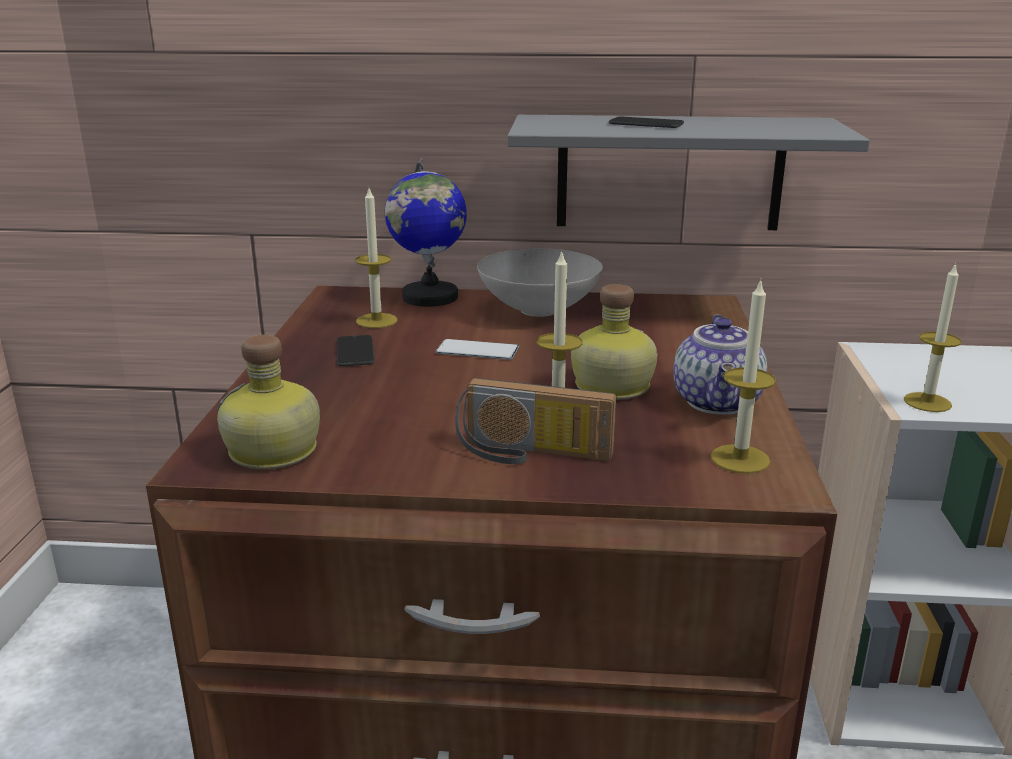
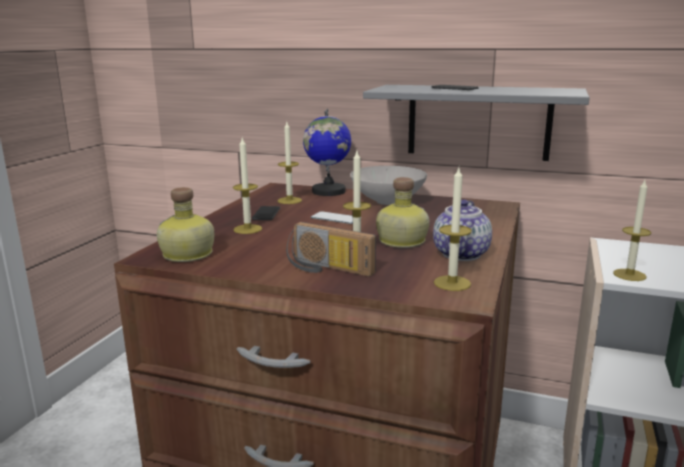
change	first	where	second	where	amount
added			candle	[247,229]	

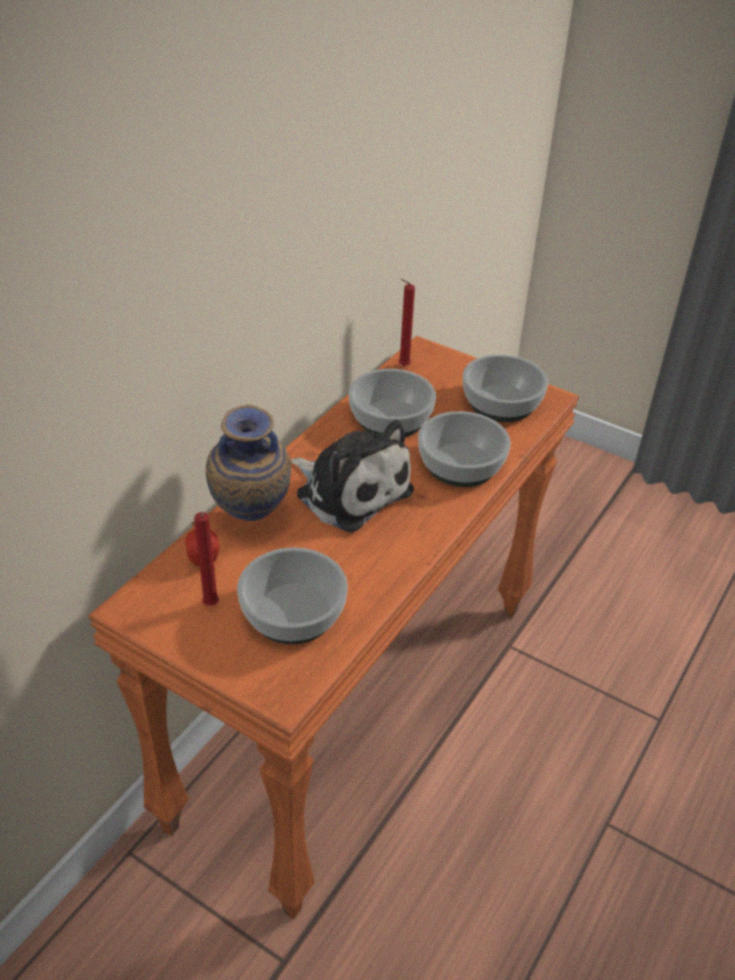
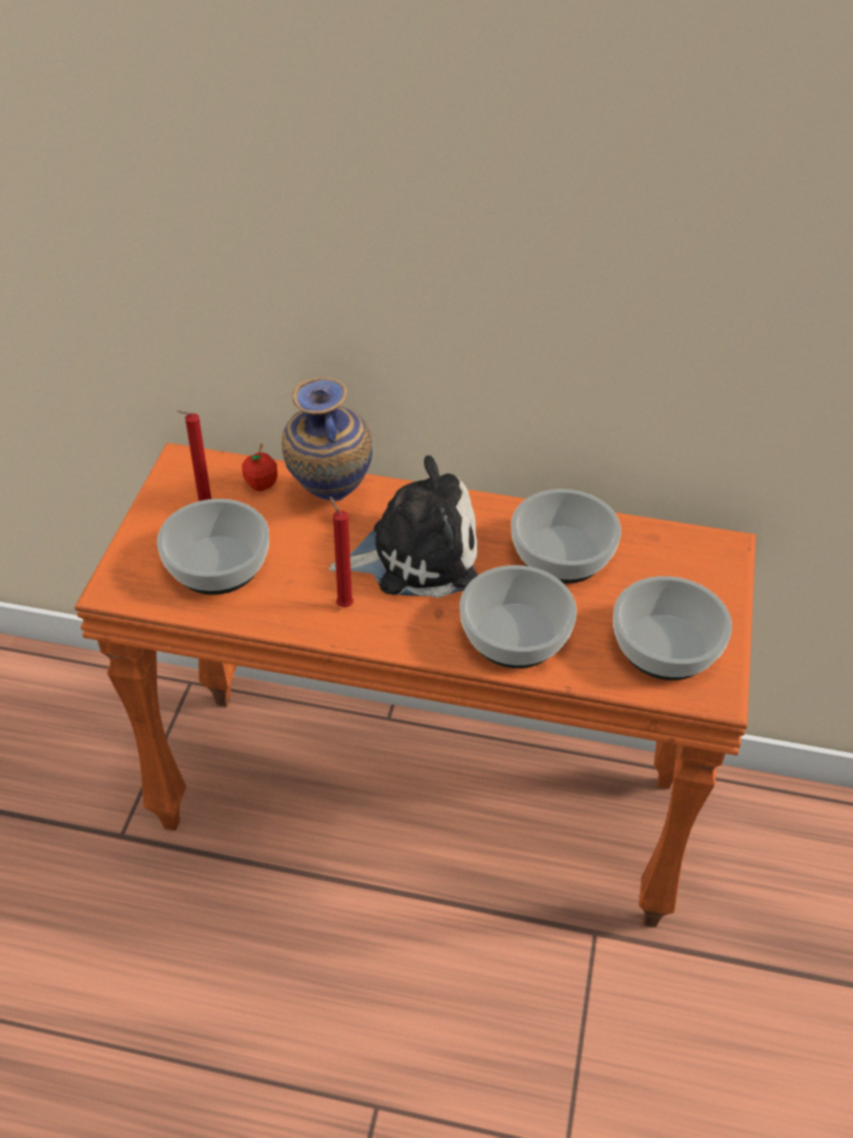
change	first	where	second	where	amount
moved	candle (reddish)	[402,366]		[343,604]	
turned	soft toy	[350,490]		[415,555]	120 degrees counterclockwise

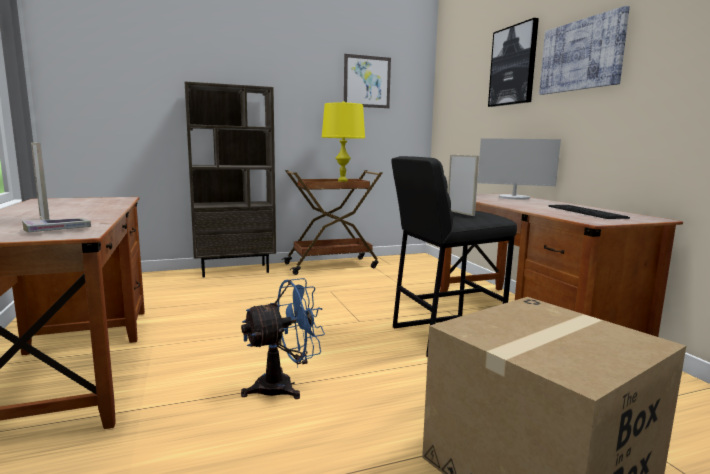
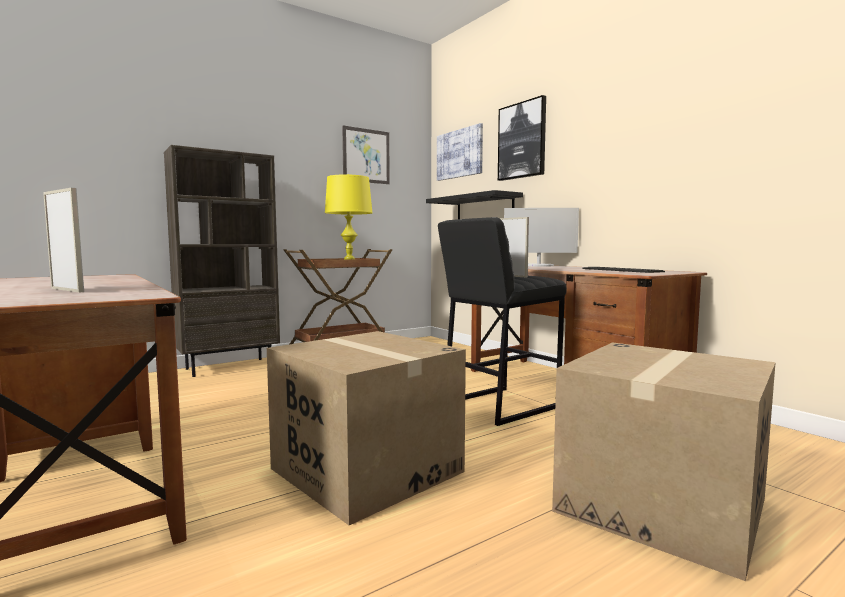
change	first	where	second	where	amount
moved	wall picture	[581,55]		[459,153]	
removed	volume	[57,230]			
replaced	cooling fan (blue-coloured)	[284,386]	carton	[366,470]	
added			shelf (black)	[484,211]	

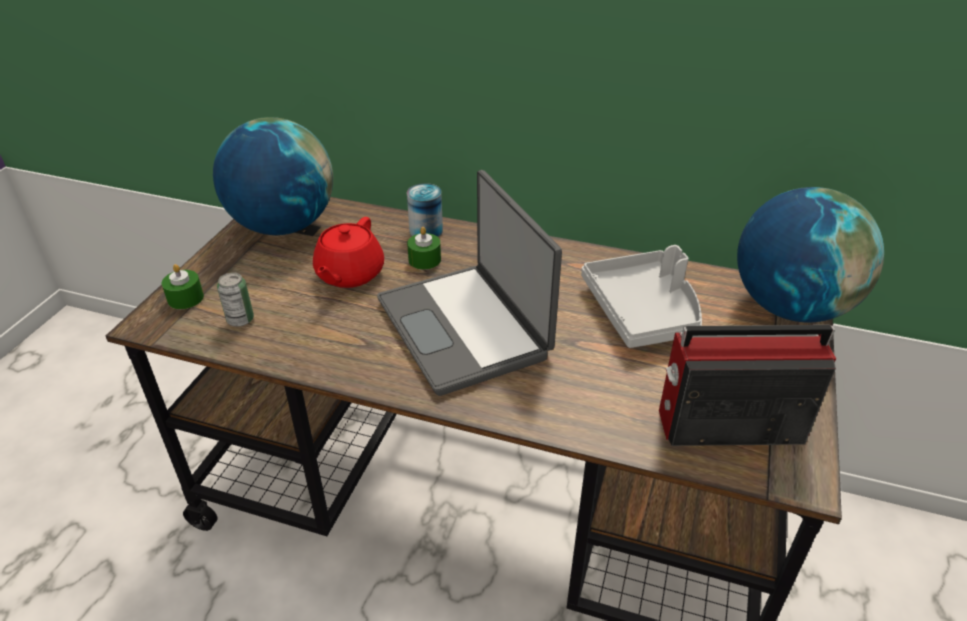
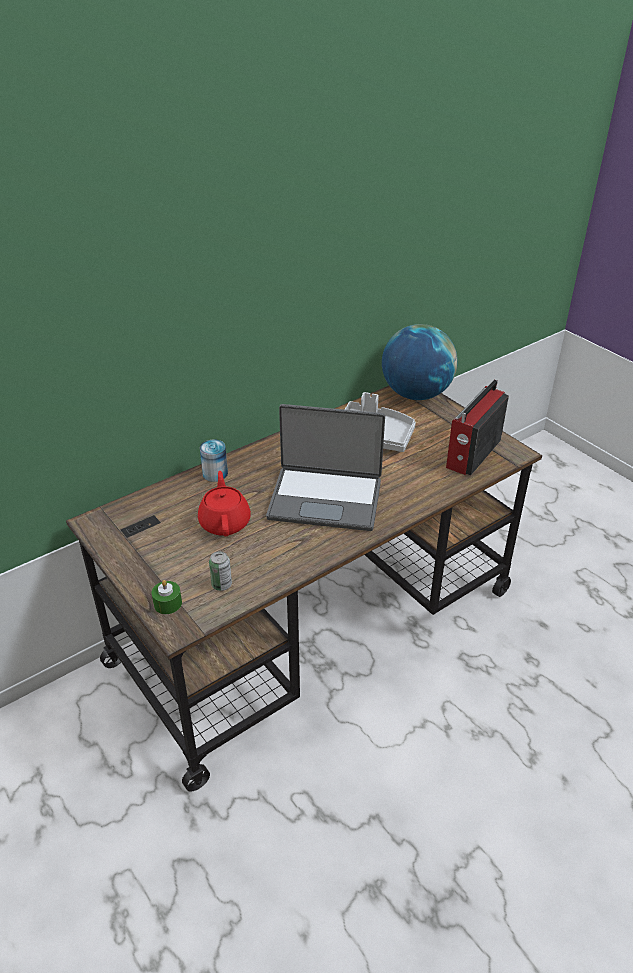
change	first	where	second	where	amount
removed	globe	[283,226]			
turned	tea pot (reddish)	[349,274]		[225,522]	150 degrees counterclockwise
removed	candle (green)	[424,260]			

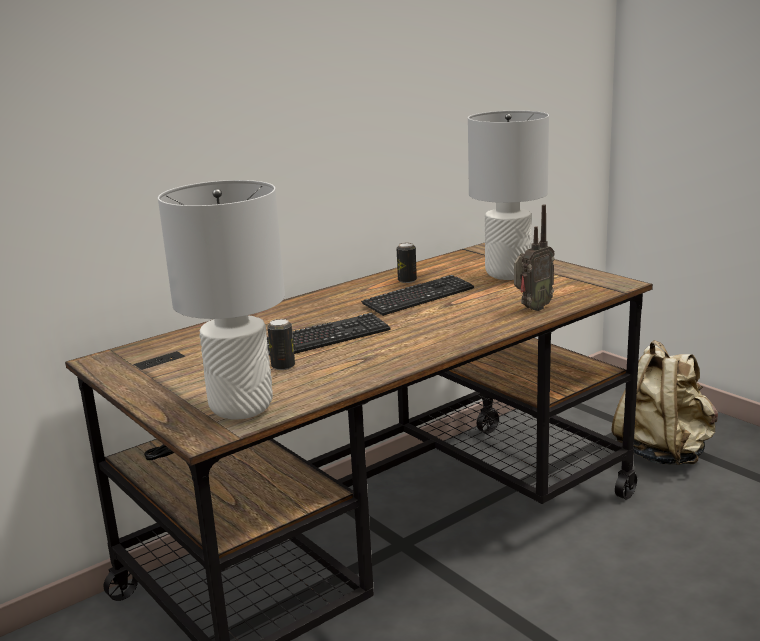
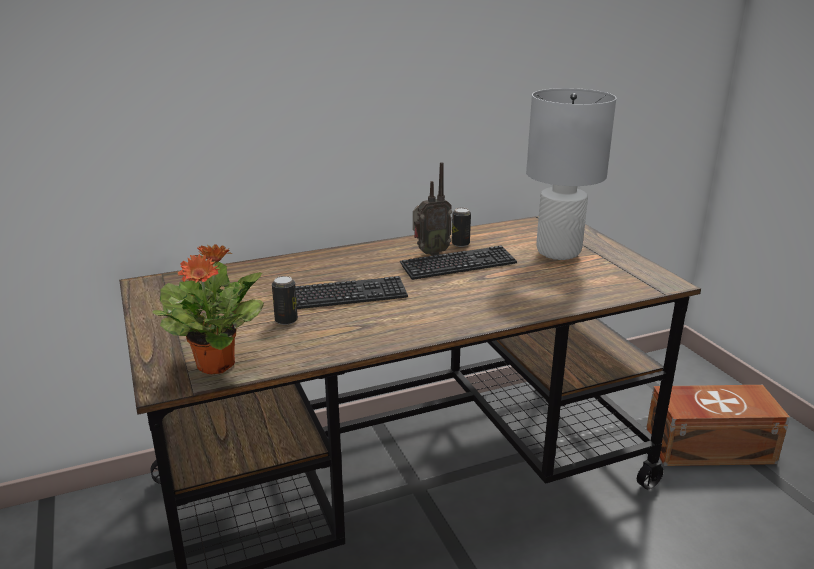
change	first	where	second	where	amount
replaced	lamp for a table (gray)	[243,411]	plant in a pot	[216,364]	
moved	radio set	[532,308]		[430,253]	
replaced	knapsack (beige)	[663,453]	storage box (brown-coloured)	[707,446]	

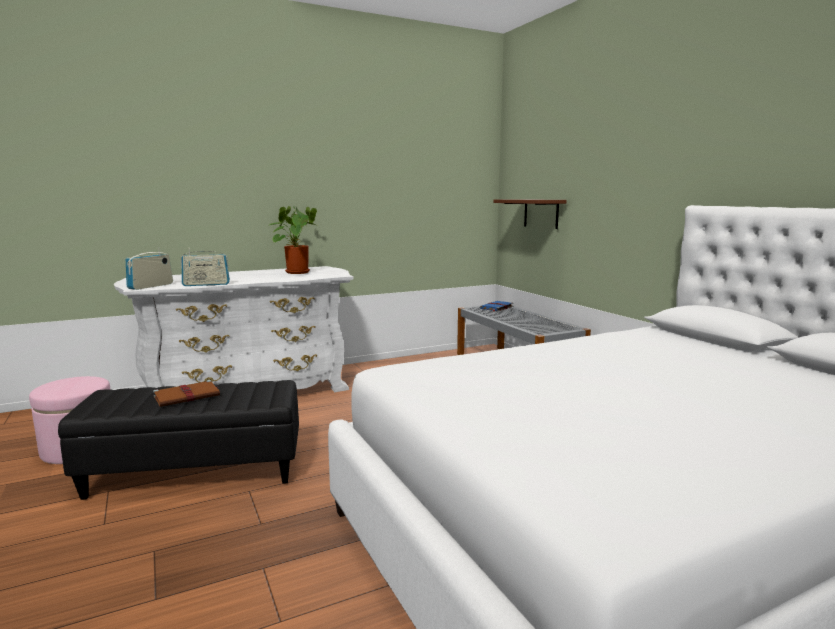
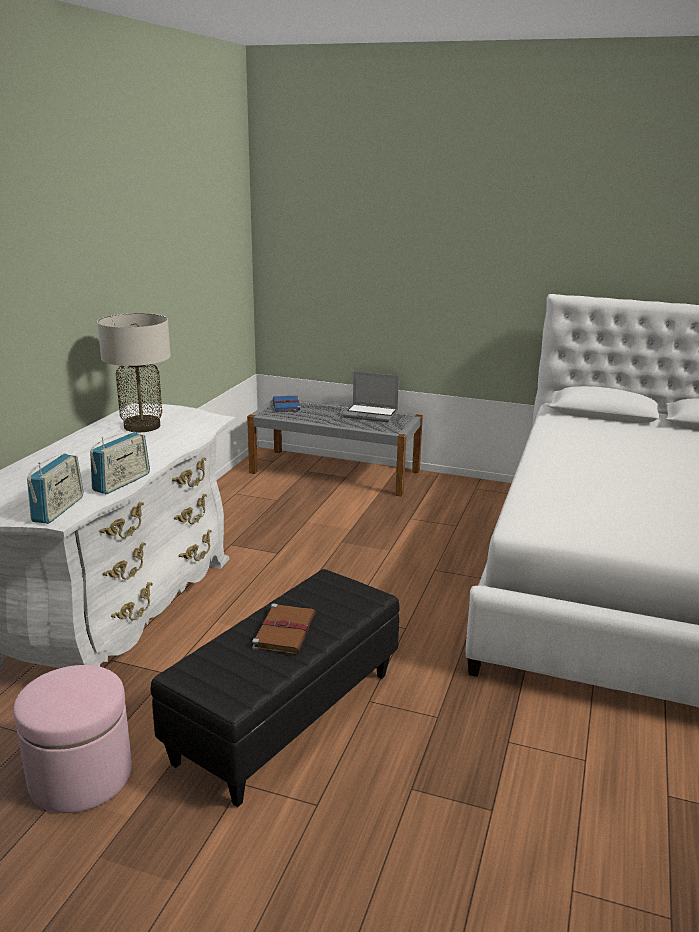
change	first	where	second	where	amount
removed	shelf (brown-coloured)	[541,213]			
replaced	plant in a pot	[296,272]	lamp for a table	[142,426]	
turned	radio set	[150,286]		[58,509]	150 degrees counterclockwise
added			laptop	[371,414]	

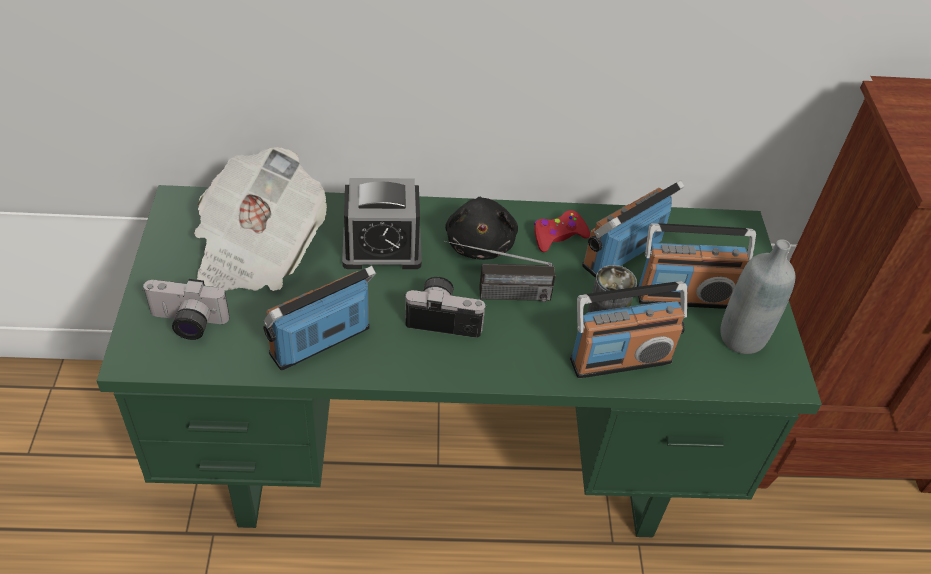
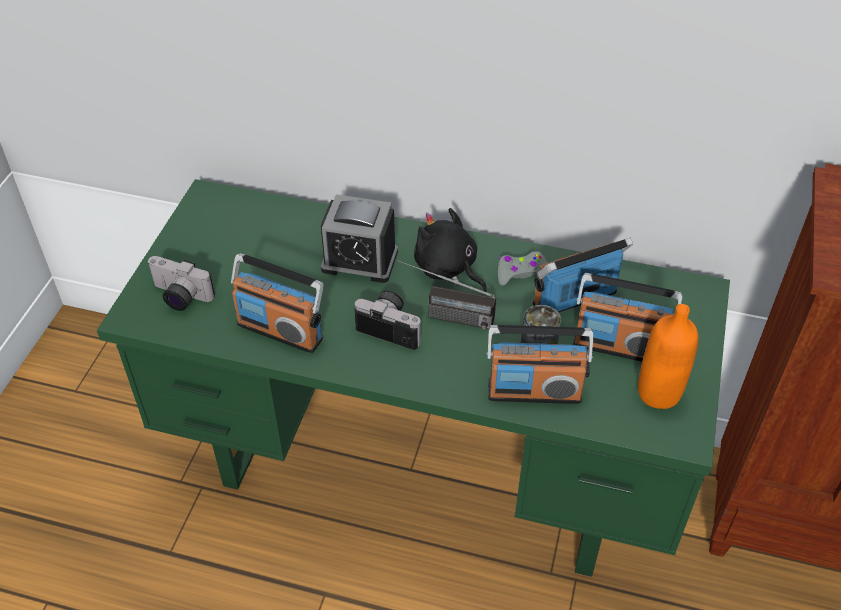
change	first	where	second	where	amount
removed	newspaper	[257,249]			
turned	soft toy (black)	[480,243]		[447,269]	120 degrees clockwise
recoloured	gamepad (reddish)	[558,236]	gamepad (gray)	[521,273]	
recoloured	bottle (gray)	[741,337]	bottle (orange-coloured)	[658,393]	
turned	radio set	[321,342]		[280,330]	135 degrees counterclockwise

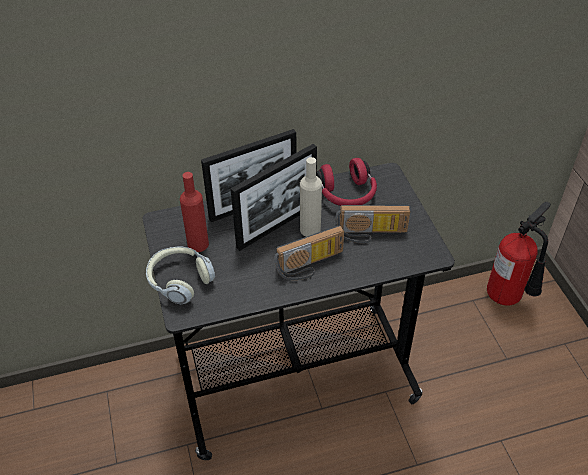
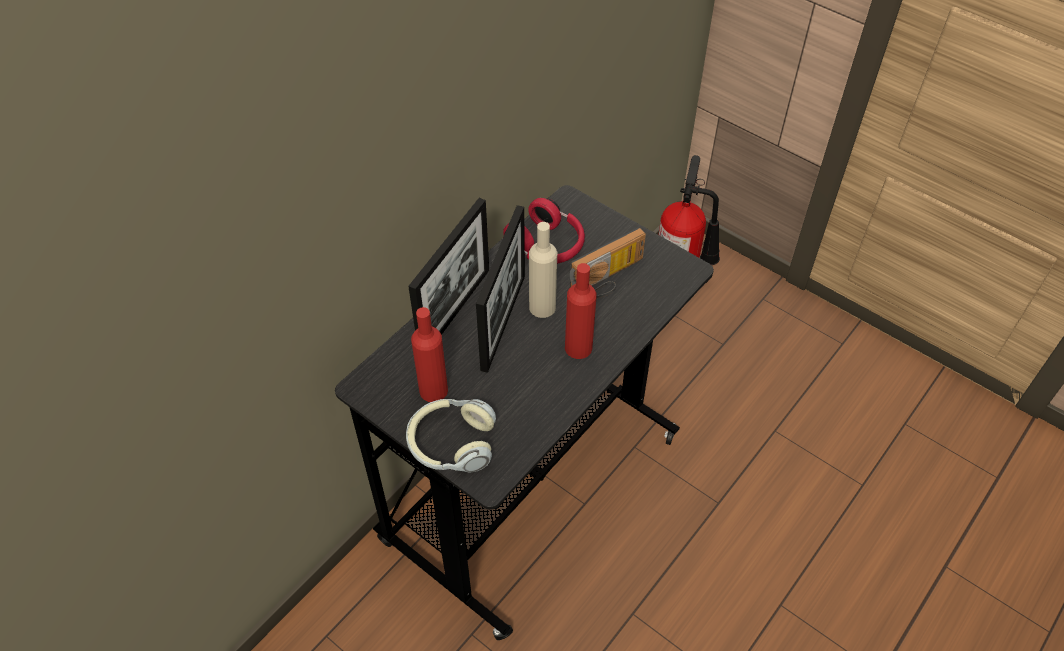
change	first	where	second	where	amount
replaced	radio set	[310,265]	bottle (reddish)	[578,347]	

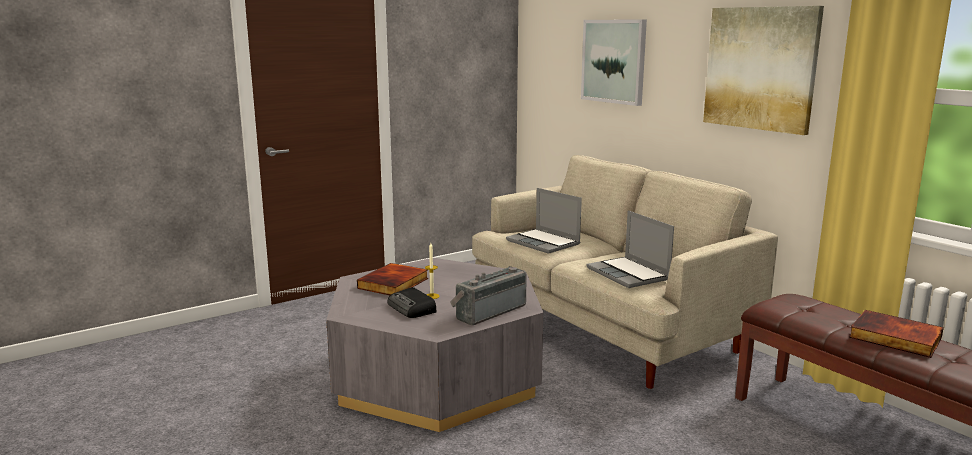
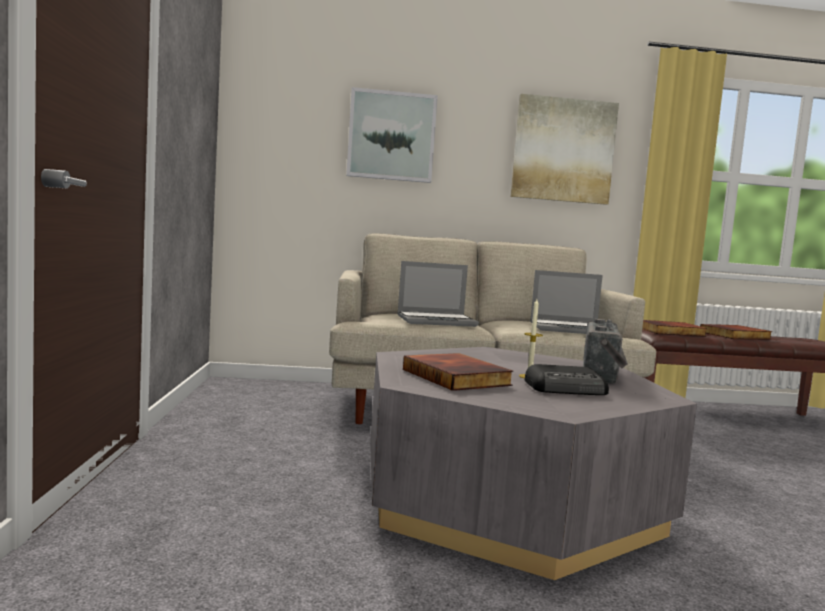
change	first	where	second	where	amount
turned	radio set	[488,311]		[604,374]	150 degrees counterclockwise
added			volume	[670,332]	

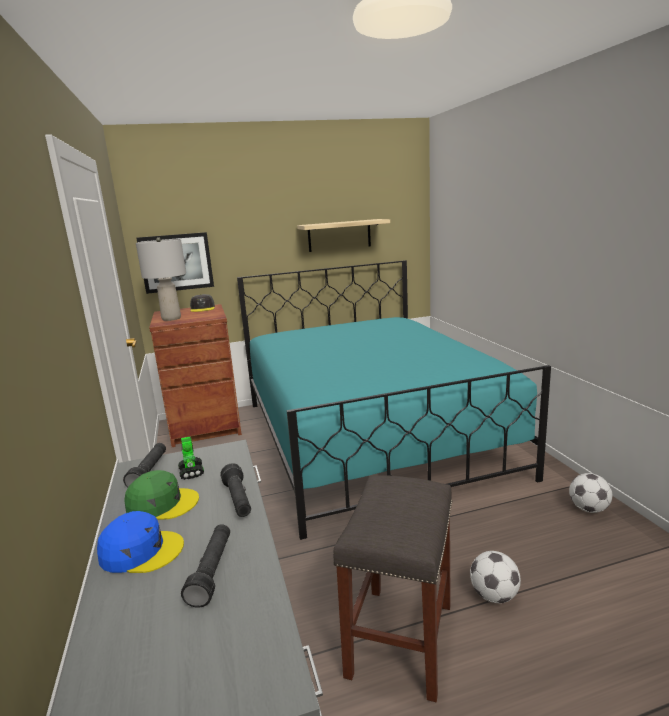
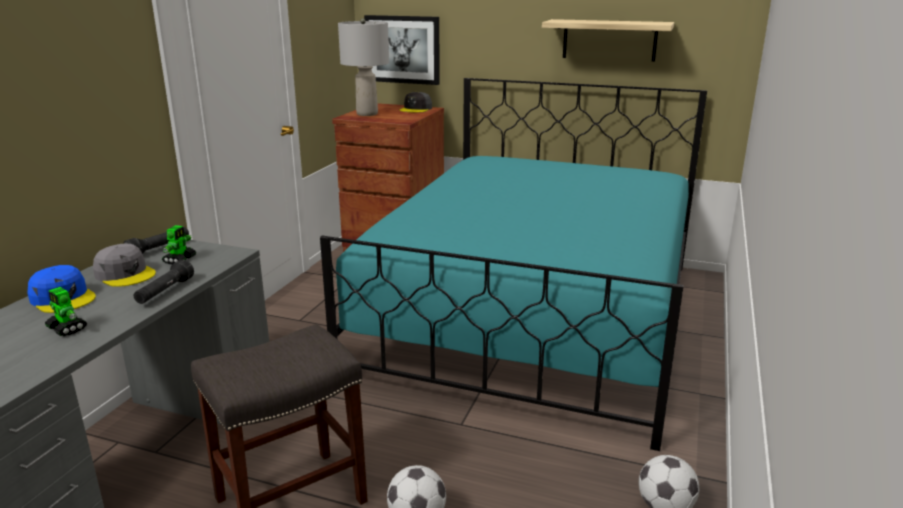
change	first	where	second	where	amount
recoloured	cap (green)	[162,503]	cap (gray)	[125,274]	
replaced	hand torch (black)	[212,571]	model robot	[67,329]	

